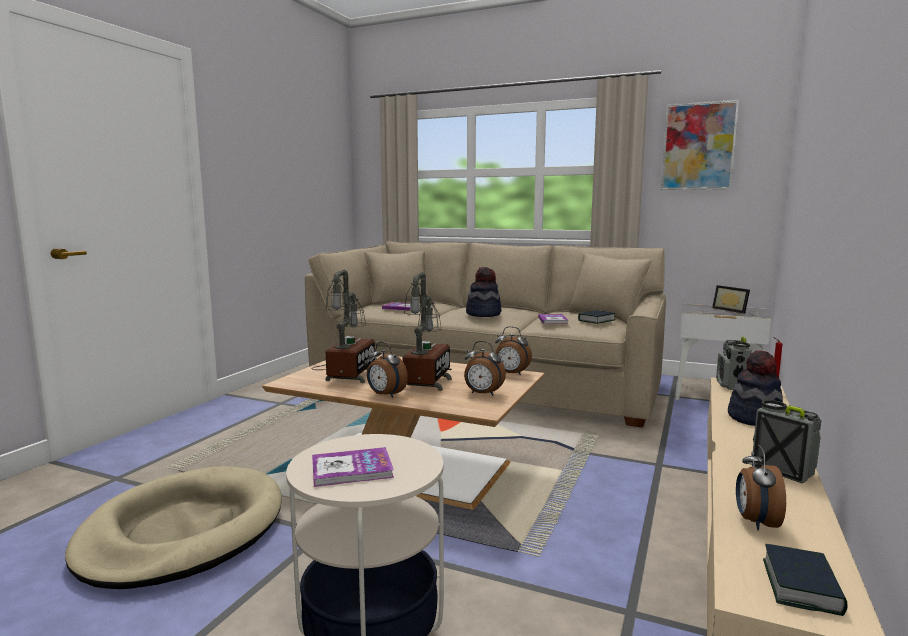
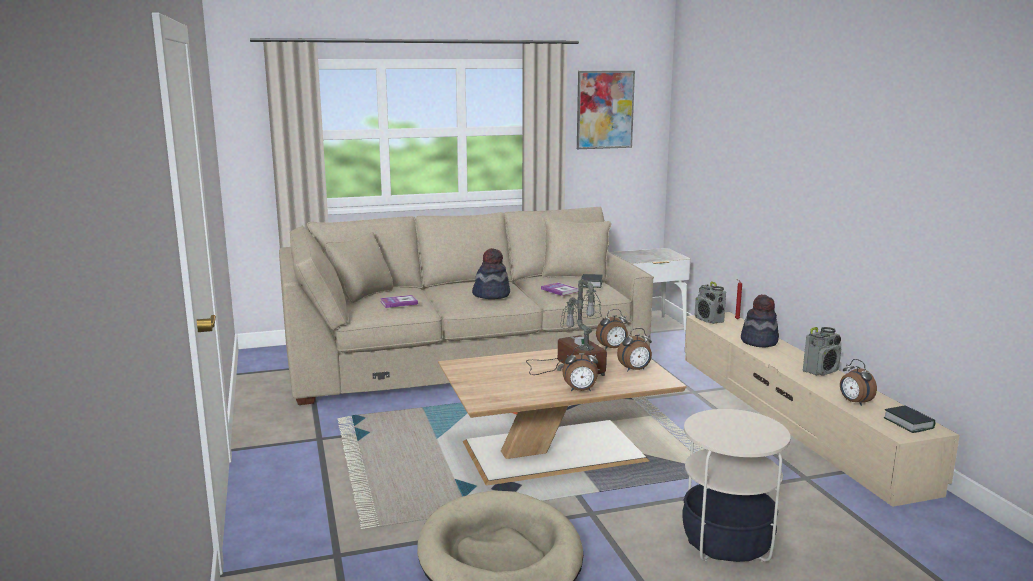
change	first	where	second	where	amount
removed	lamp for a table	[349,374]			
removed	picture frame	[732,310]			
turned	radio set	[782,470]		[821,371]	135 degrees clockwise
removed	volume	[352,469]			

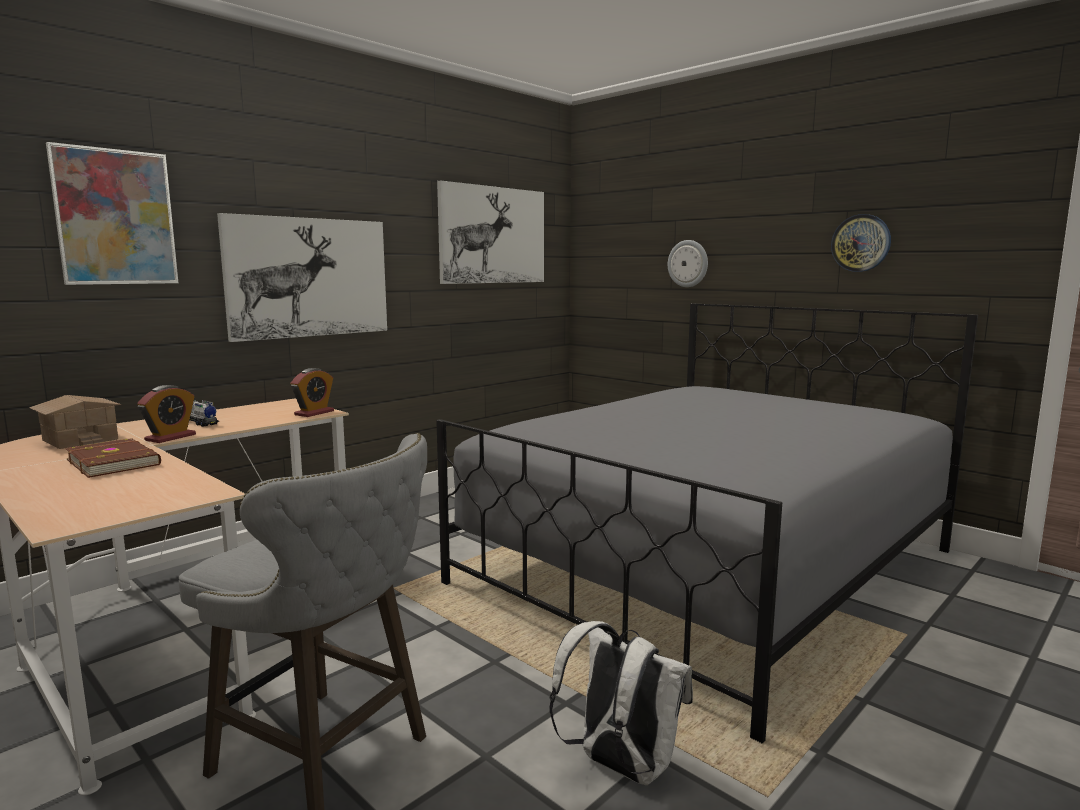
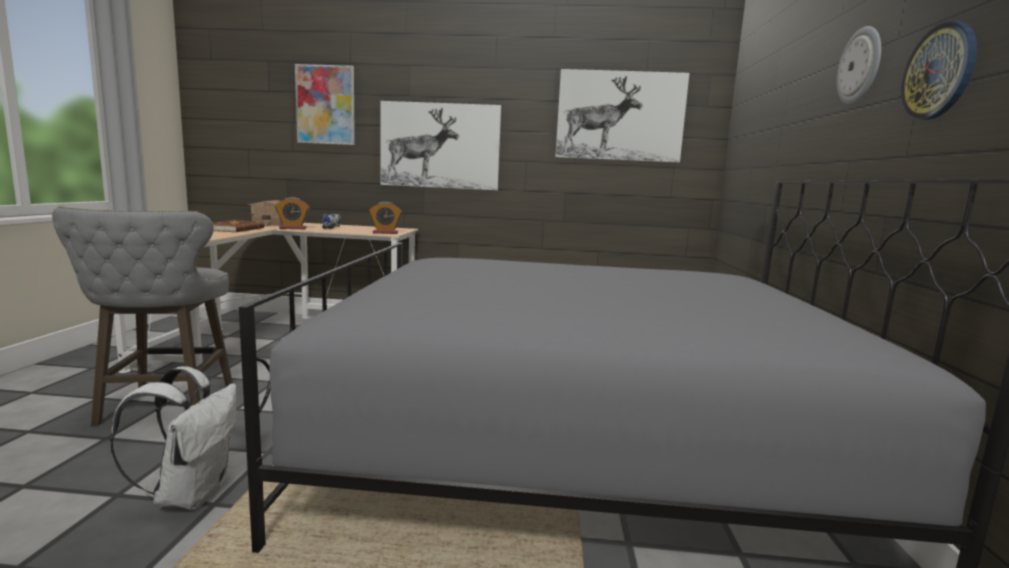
change	first	where	second	where	amount
moved	wall clock	[688,263]		[860,66]	

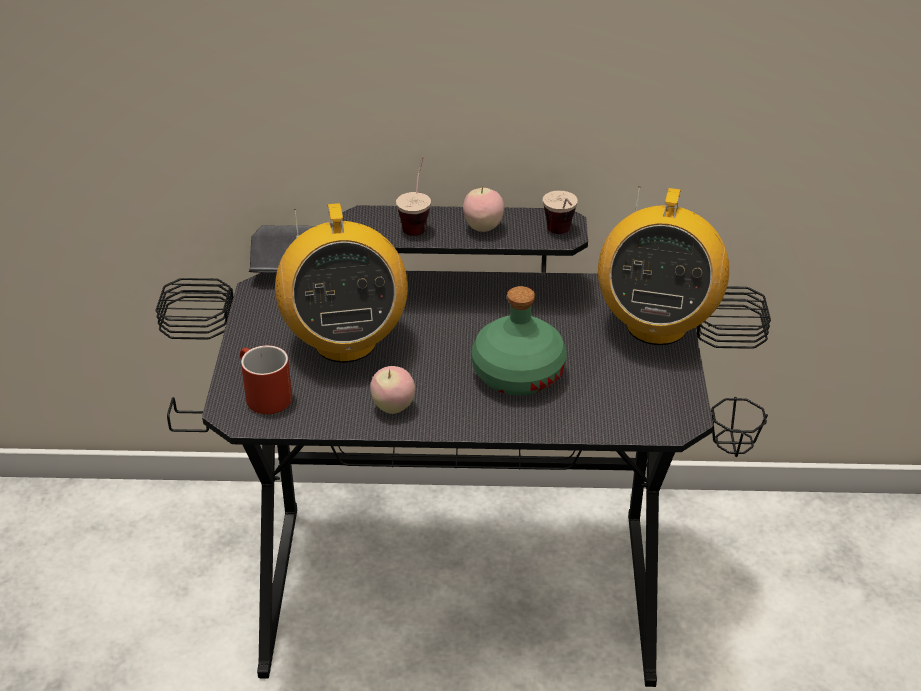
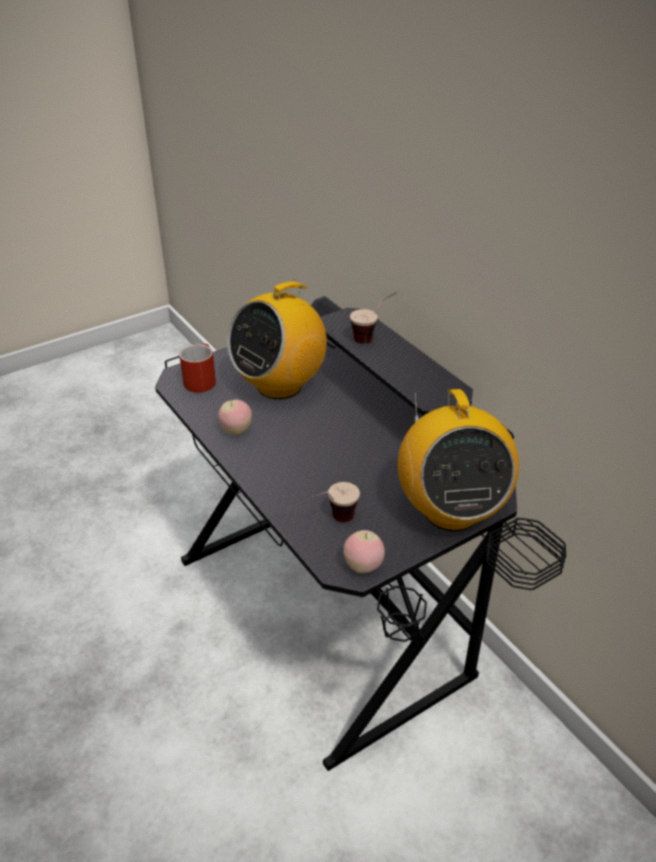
change	first	where	second	where	amount
turned	radio set	[656,325]		[450,511]	75 degrees counterclockwise
moved	apple fruit	[483,228]		[363,566]	
moved	drinking cup	[561,236]		[334,521]	
removed	bottle (green)	[517,373]			

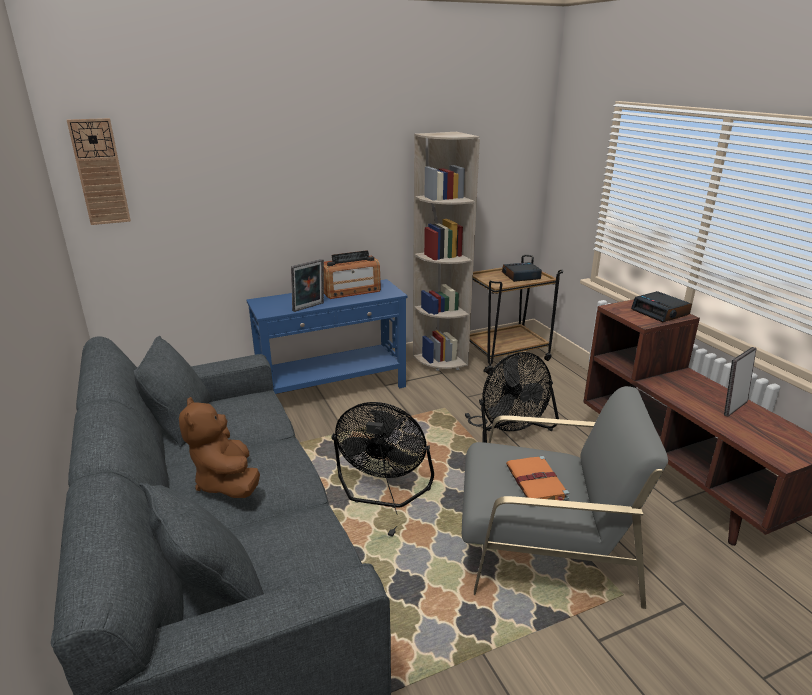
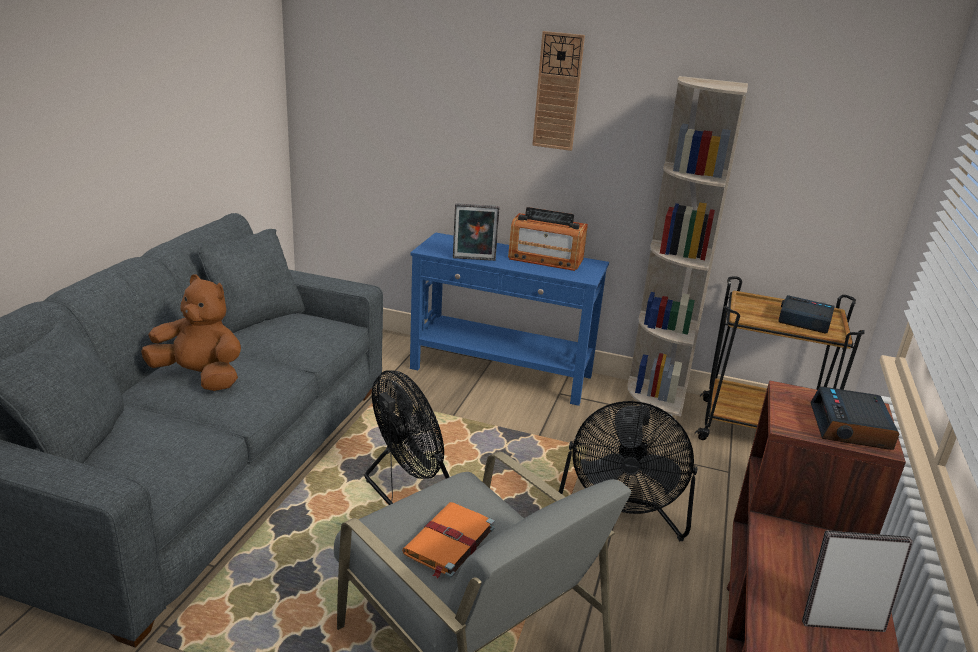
change	first	where	second	where	amount
moved	wall clock	[100,172]		[558,92]	
turned	soft toy (brown-coloured)	[227,482]		[200,377]	90 degrees clockwise

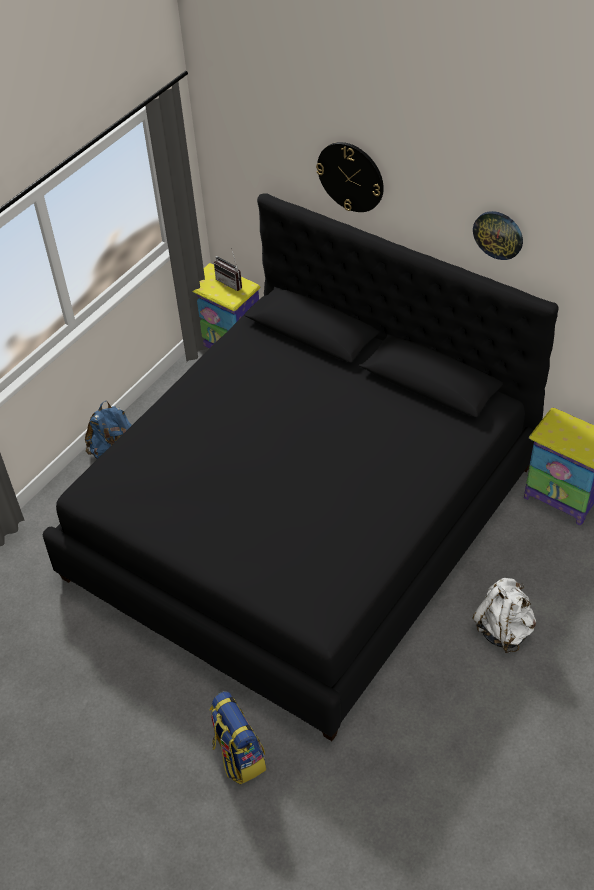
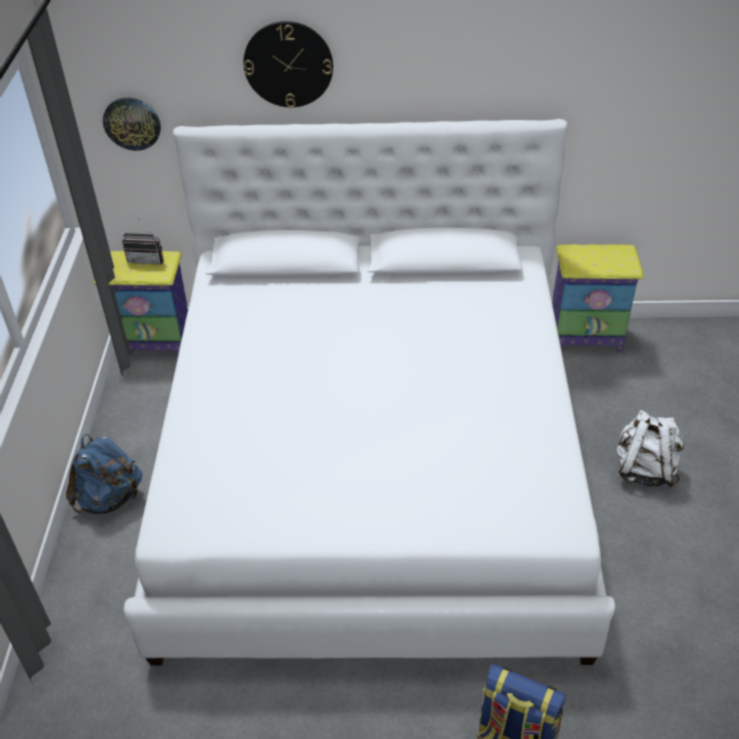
change	first	where	second	where	amount
recoloured	sleeping bed (black)	[302,520]	sleeping bed (white-coloured)	[373,467]	
moved	wall clock	[498,234]		[132,123]	

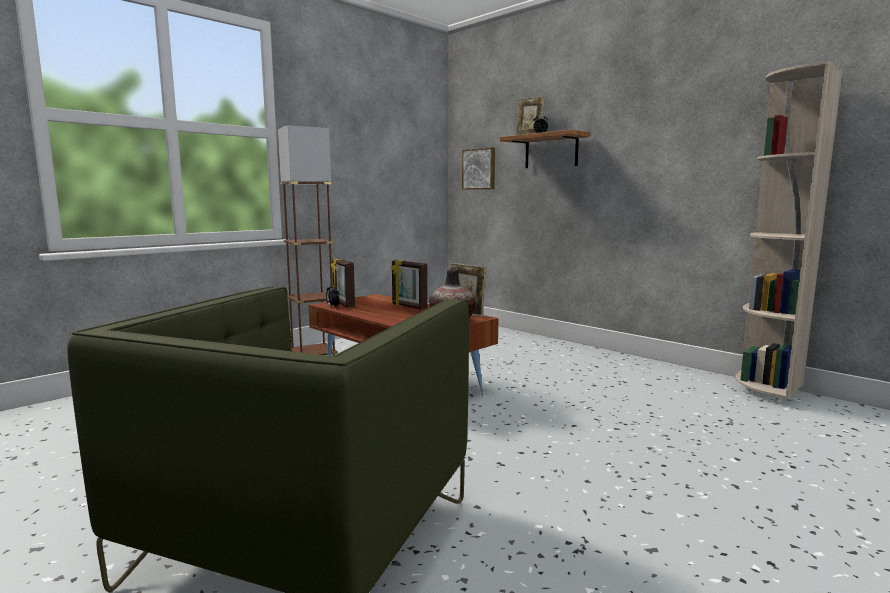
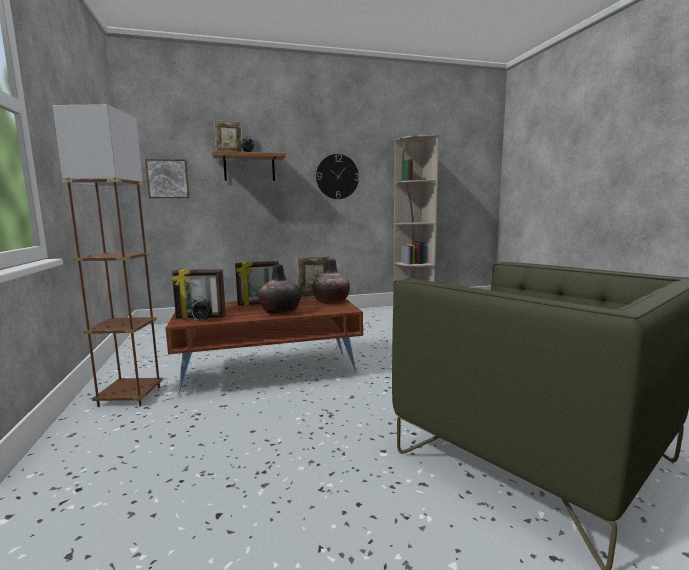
change	first	where	second	where	amount
added			wall clock	[337,176]	
added			decorative vase	[280,312]	

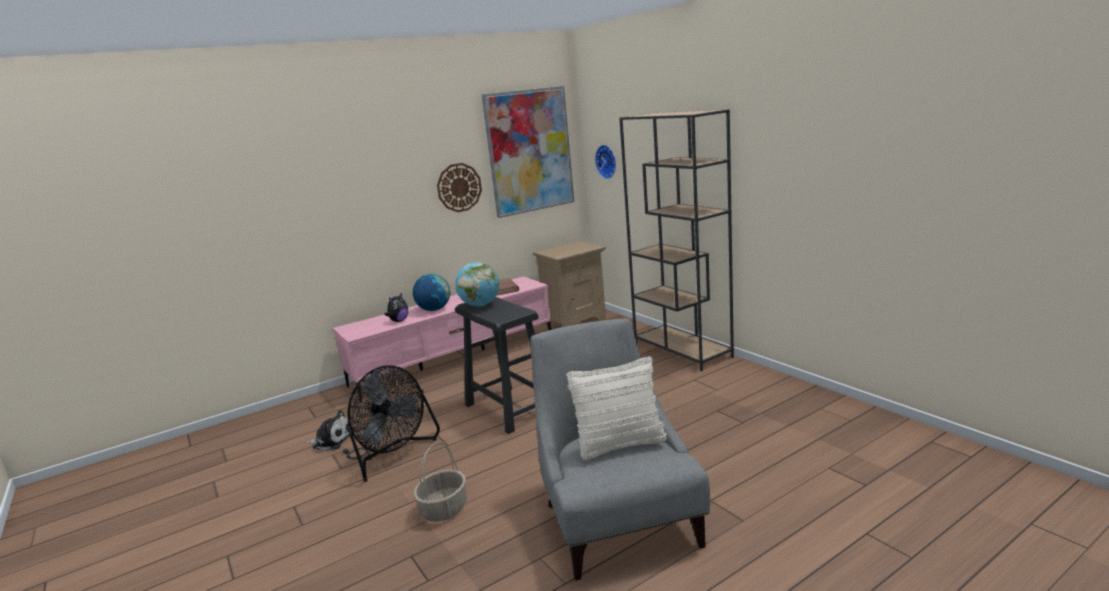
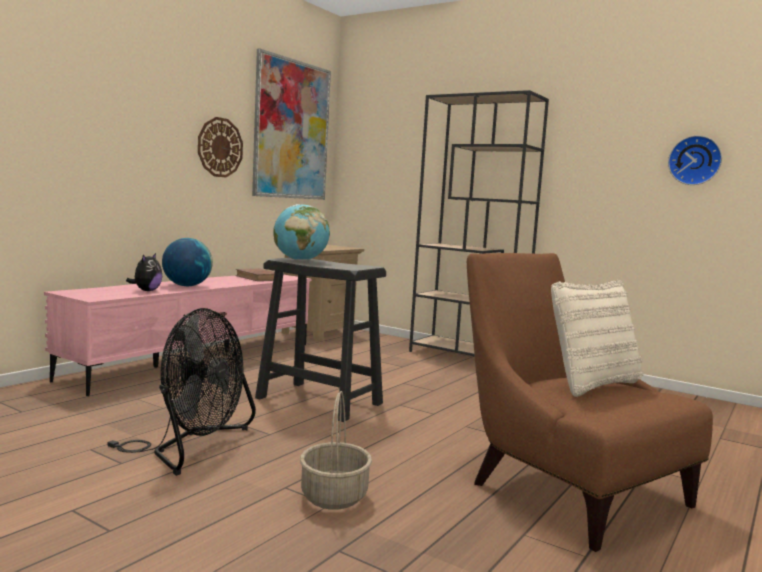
change	first	where	second	where	amount
moved	wall clock	[607,161]		[695,160]	
recoloured	armchair (gray)	[616,515]	armchair (brown-coloured)	[564,486]	
removed	soft toy	[331,440]			

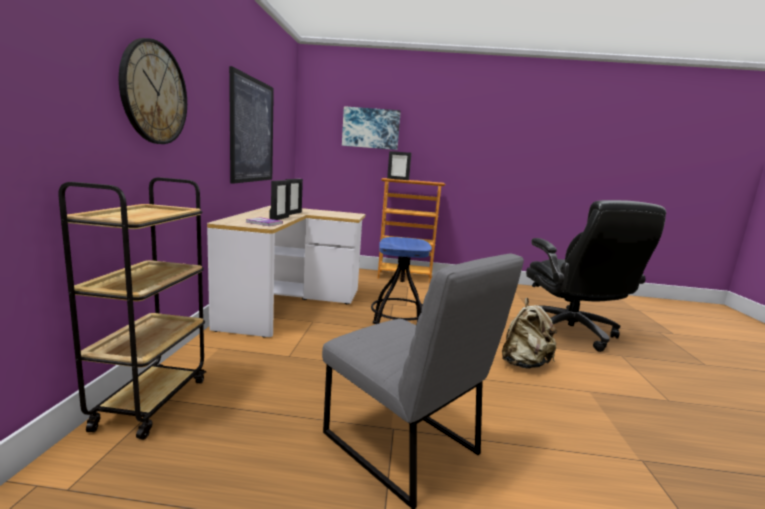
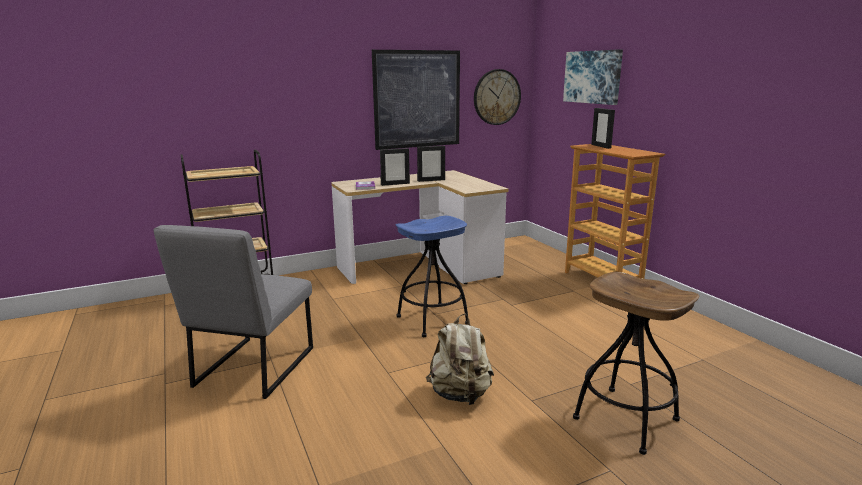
change	first	where	second	where	amount
moved	wall clock	[154,93]		[496,97]	
replaced	computer chair (black)	[571,333]	stool seat (brown-coloured)	[625,418]	

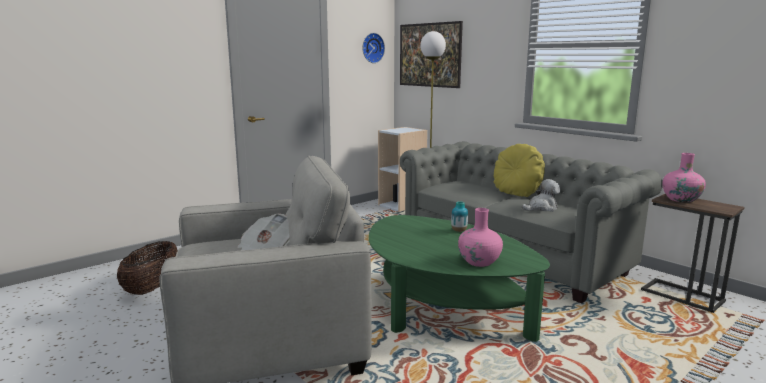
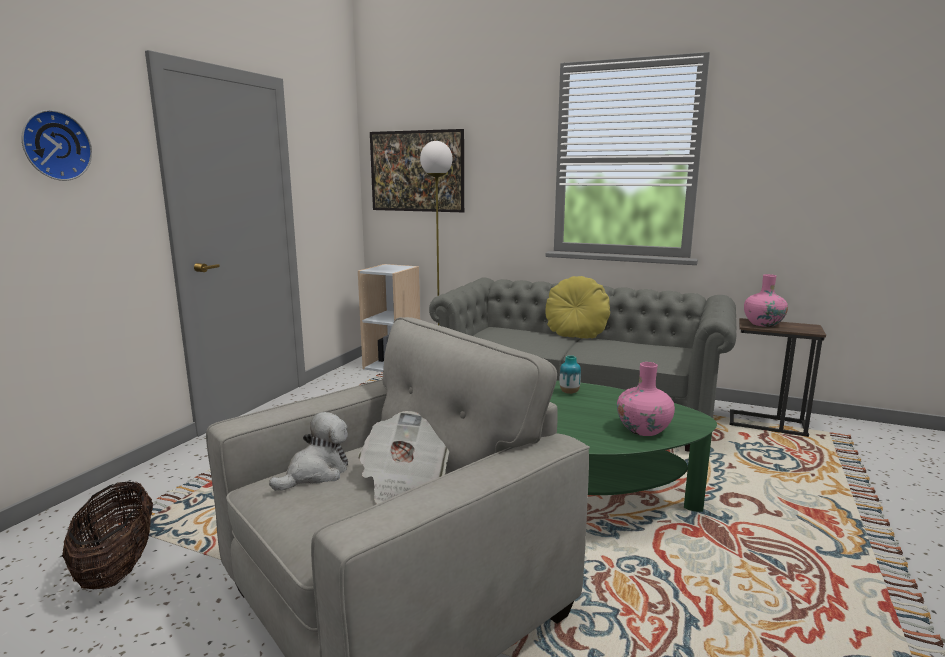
change	first	where	second	where	amount
moved	wall clock	[372,48]		[54,146]	
moved	soft toy	[541,208]		[316,473]	

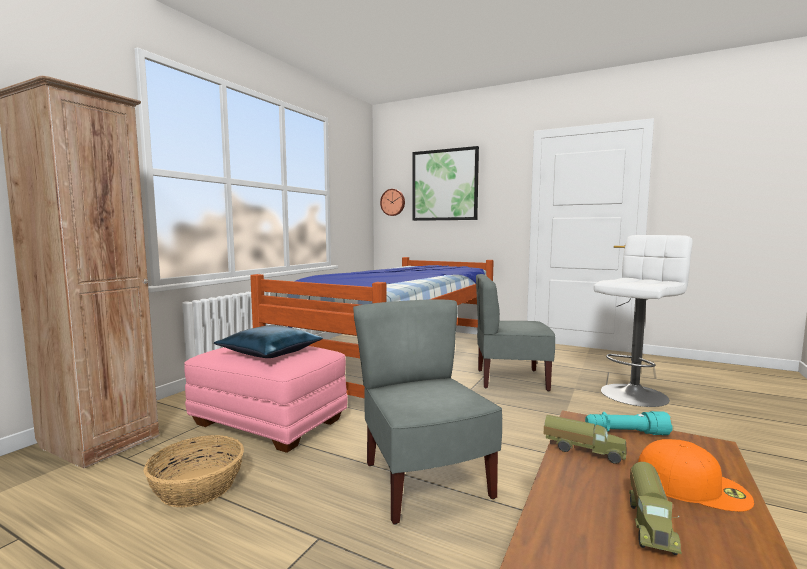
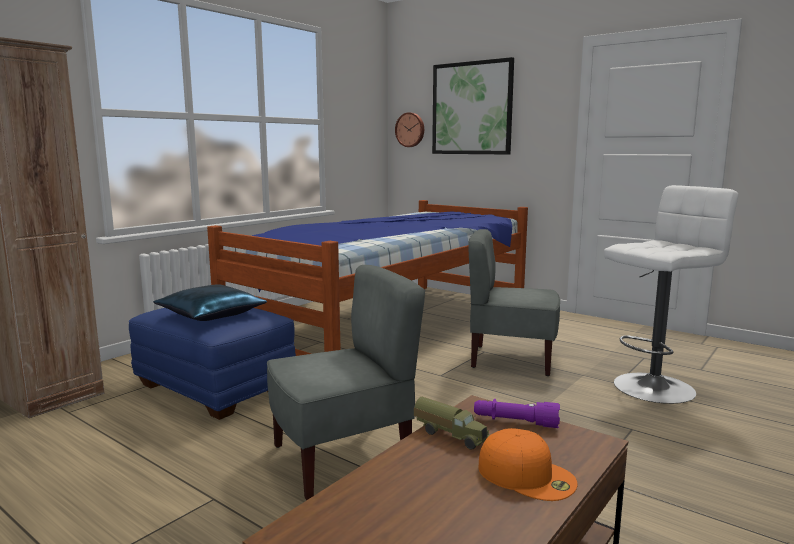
change	first	where	second	where	amount
turned	chair (gray)	[424,481]		[342,459]	75 degrees clockwise
recoloured	footrest (pink-coloured)	[269,422]	footrest (blue-coloured)	[215,388]	
recoloured	hand torch (turquoise)	[625,432]	hand torch (purple)	[515,422]	
removed	storage basket	[198,486]			
removed	toy lorry	[651,524]			

